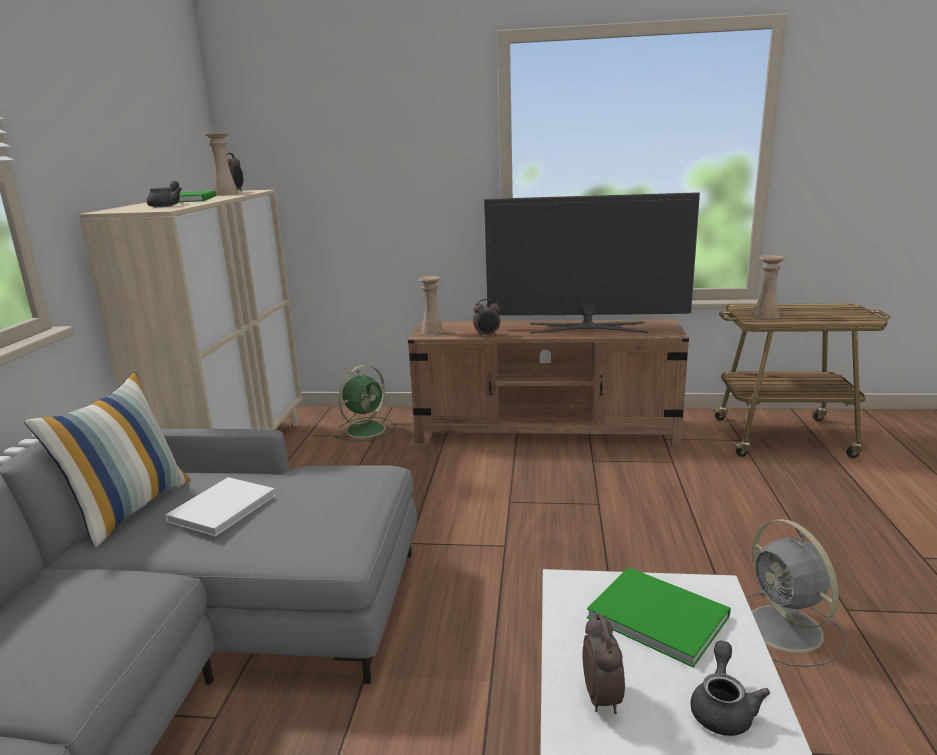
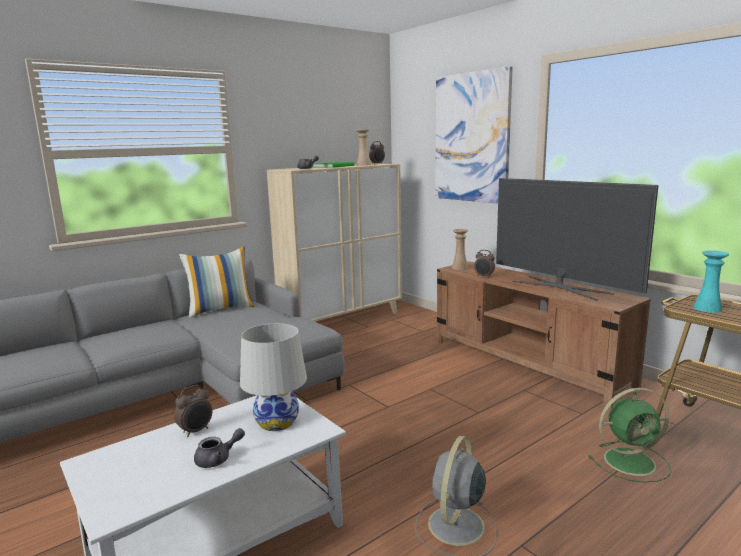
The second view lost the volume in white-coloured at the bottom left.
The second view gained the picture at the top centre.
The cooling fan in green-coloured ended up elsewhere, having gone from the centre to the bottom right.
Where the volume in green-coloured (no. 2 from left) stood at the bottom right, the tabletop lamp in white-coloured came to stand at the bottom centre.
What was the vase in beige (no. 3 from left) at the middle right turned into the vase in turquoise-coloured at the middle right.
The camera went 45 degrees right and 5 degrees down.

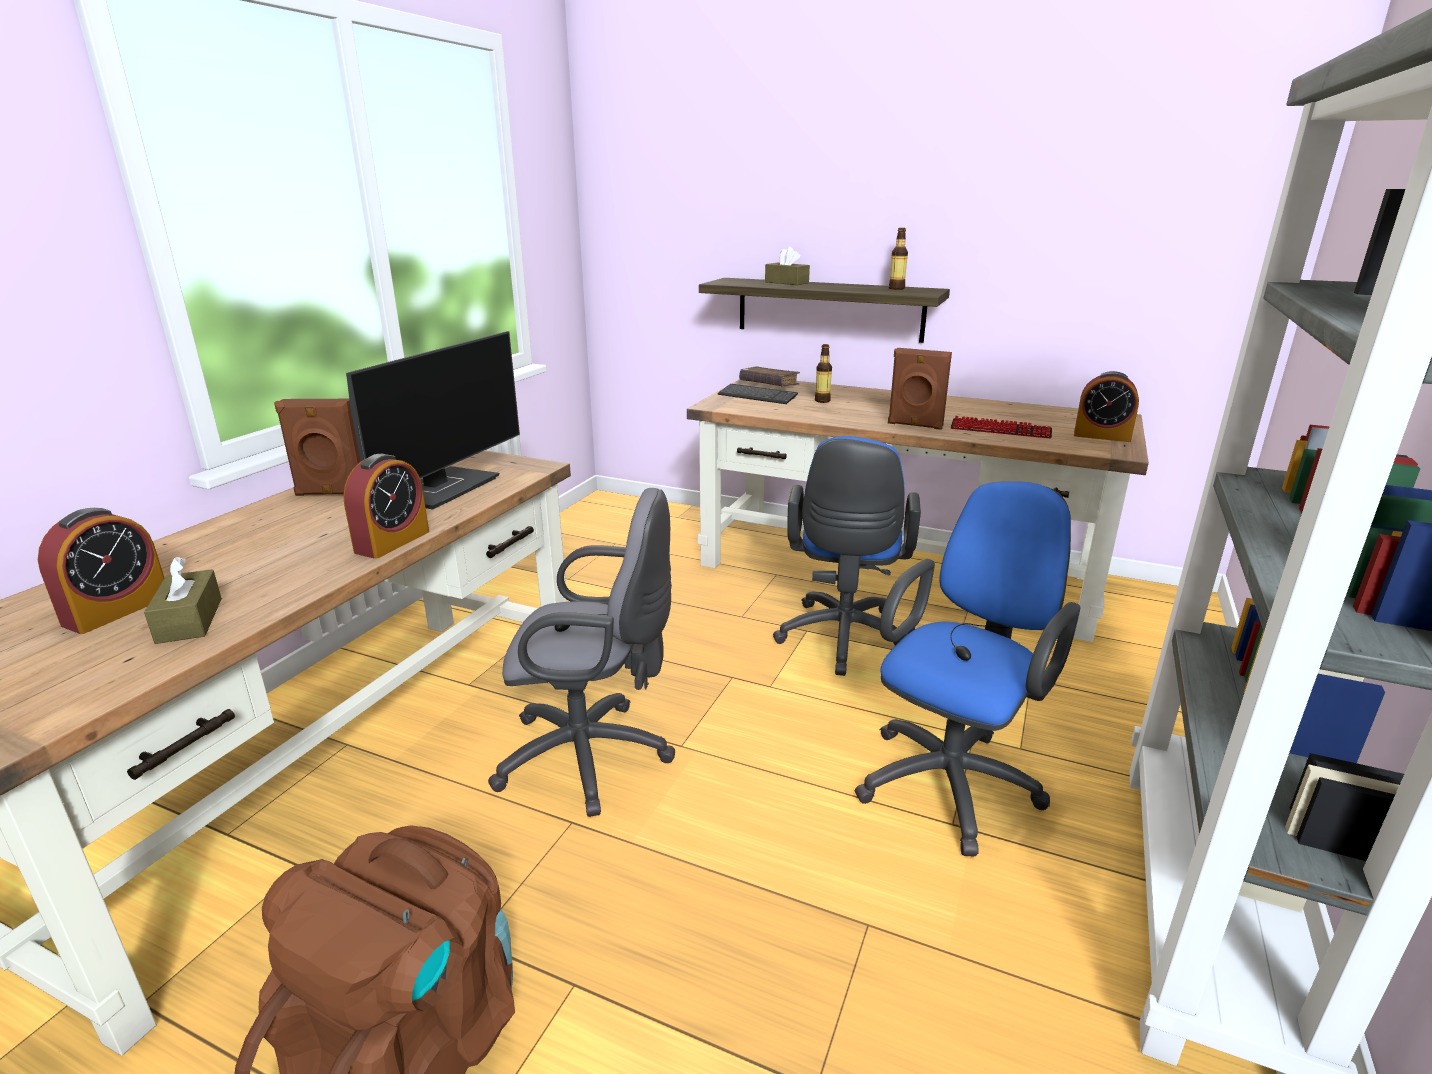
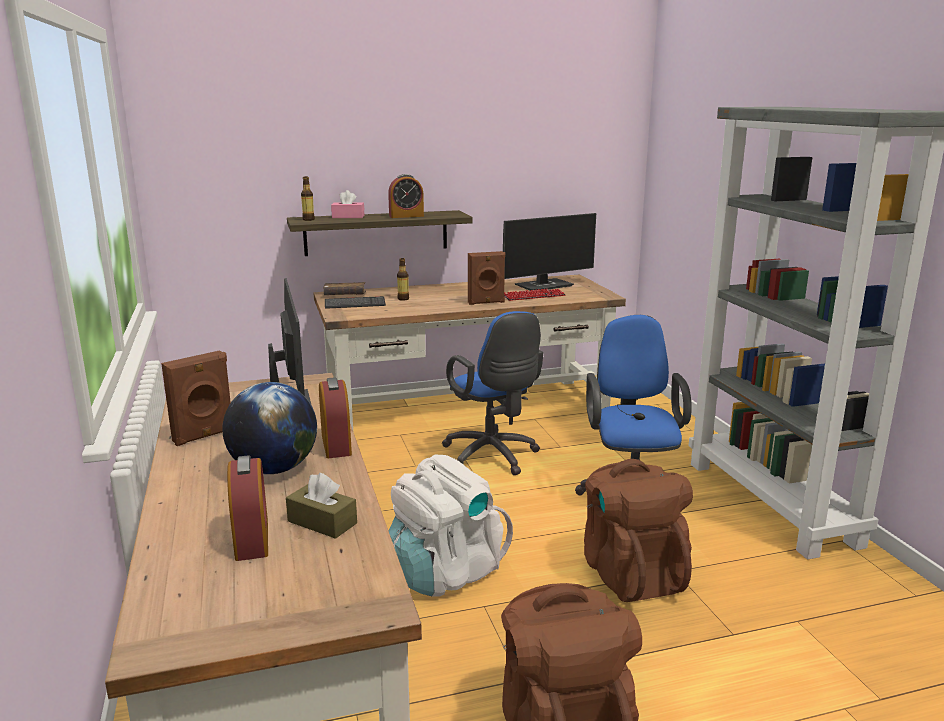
The second view gained the globe at the middle left.
The second view gained the monitor (no. 2 from left) at the centre.
The second view gained the backpack in brownish (no. 2 from left) at the bottom right.
The drink bottle (no. 2 from left in the first image) ended up elsewhere, having gone from the top centre to the top left.
The table clock (no. 3 from left) ended up elsewhere, having gone from the middle right to the top centre.
Where the desk chair in grey stood at the centre, the backpack in white-coloured came to stand at the bottom centre.
What was the tissue holder in brownish (no. 2 from left) at the top centre turned into the tissue holder in pink at the top centre.
The camera went 40 degrees left and 5 degrees down.

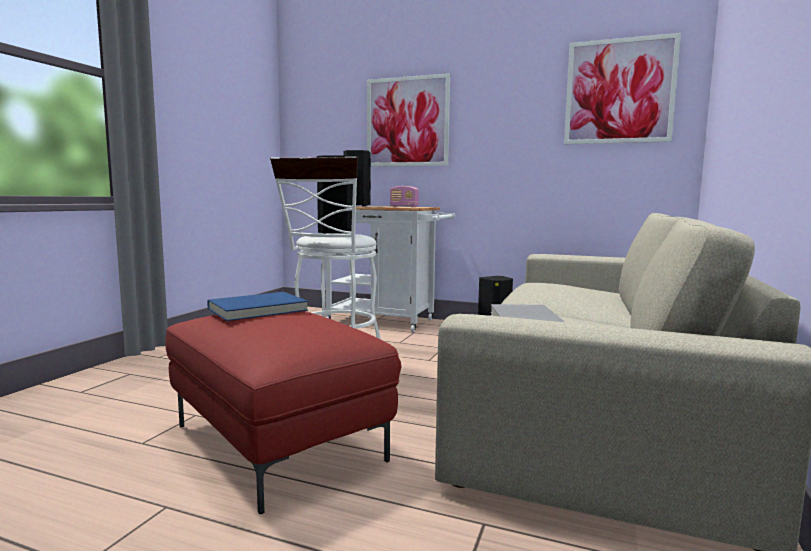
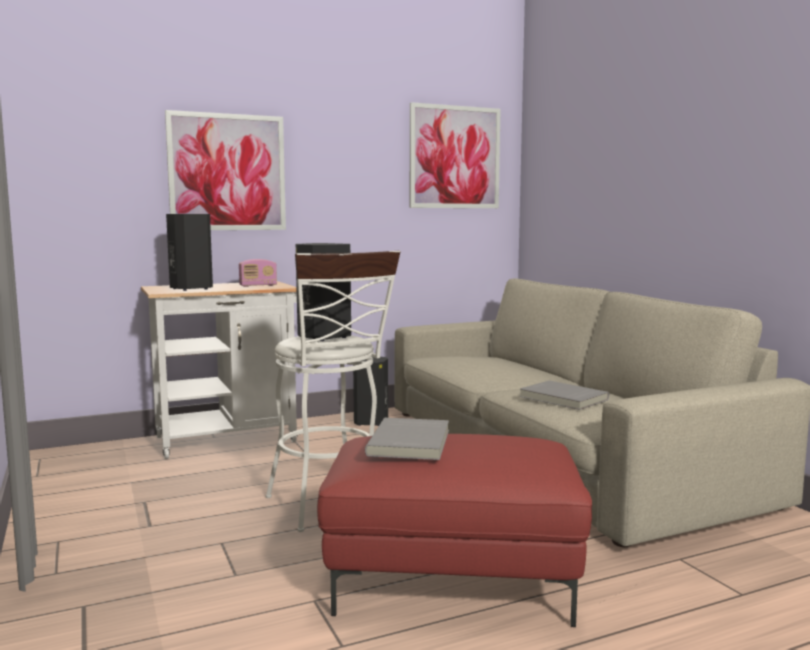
What was the volume in blue-coloured at the middle left turned into the volume in grey (no. 1 from left) at the bottom centre.
The camera went 45 degrees left and 0 degrees up.

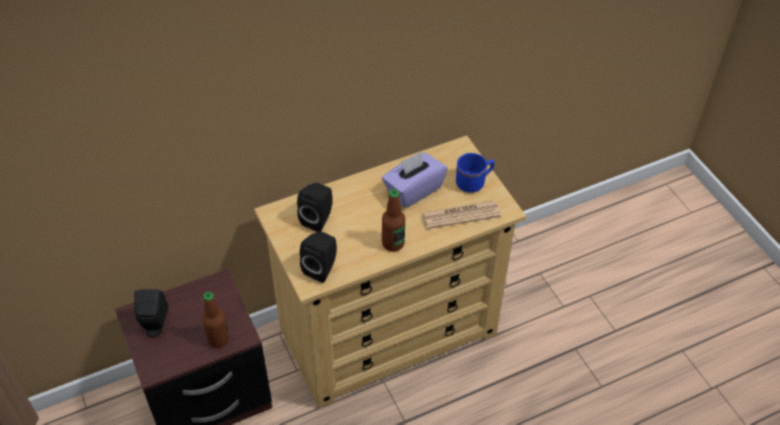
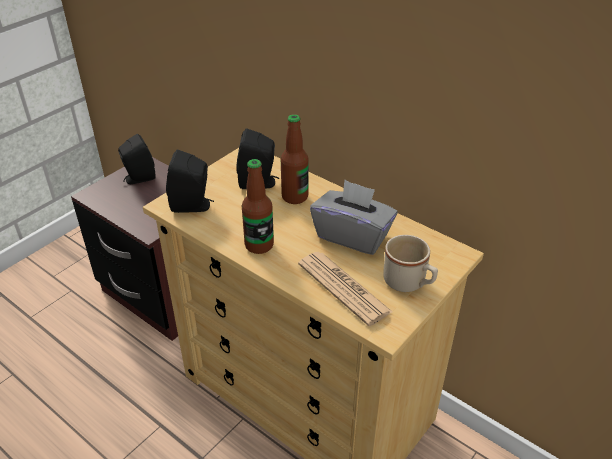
The drink bottle (no. 1 from left in the first image) ended up elsewhere, having gone from the bottom left to the centre.
What was the tissue holder in purple at the centre turned into the tissue holder in grey at the centre.
What was the mug in blue-coloured at the centre turned into the mug in beige at the middle right.
The camera went 65 degrees right and 10 degrees down.

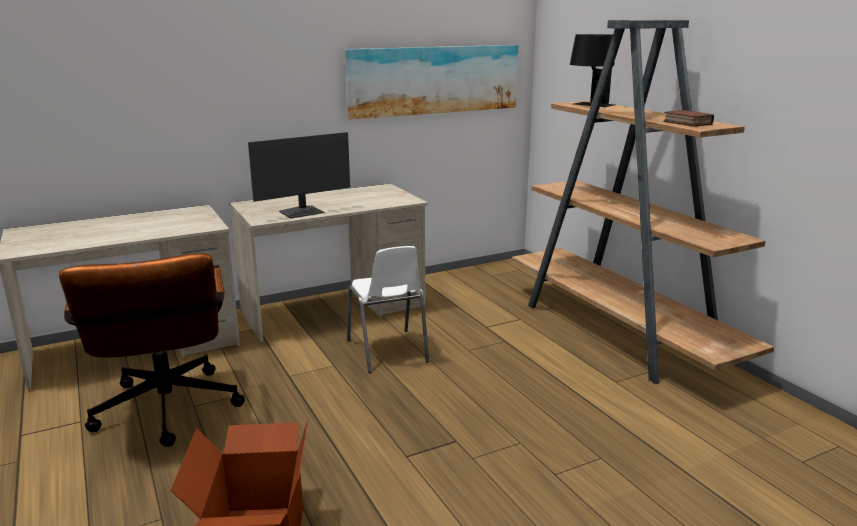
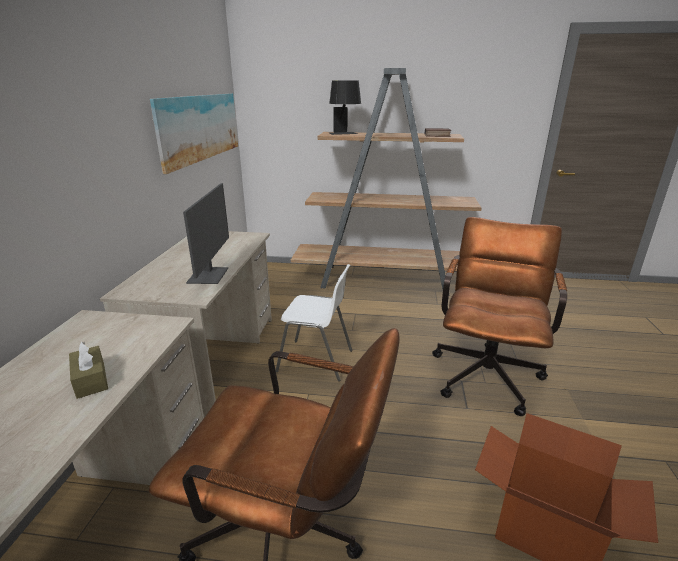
The second view gained the tissue holder in brownish at the middle left.
The second view gained the desk chair in brownish (no. 2 from left) at the middle right.
The camera went 55 degrees left and 5 degrees up.

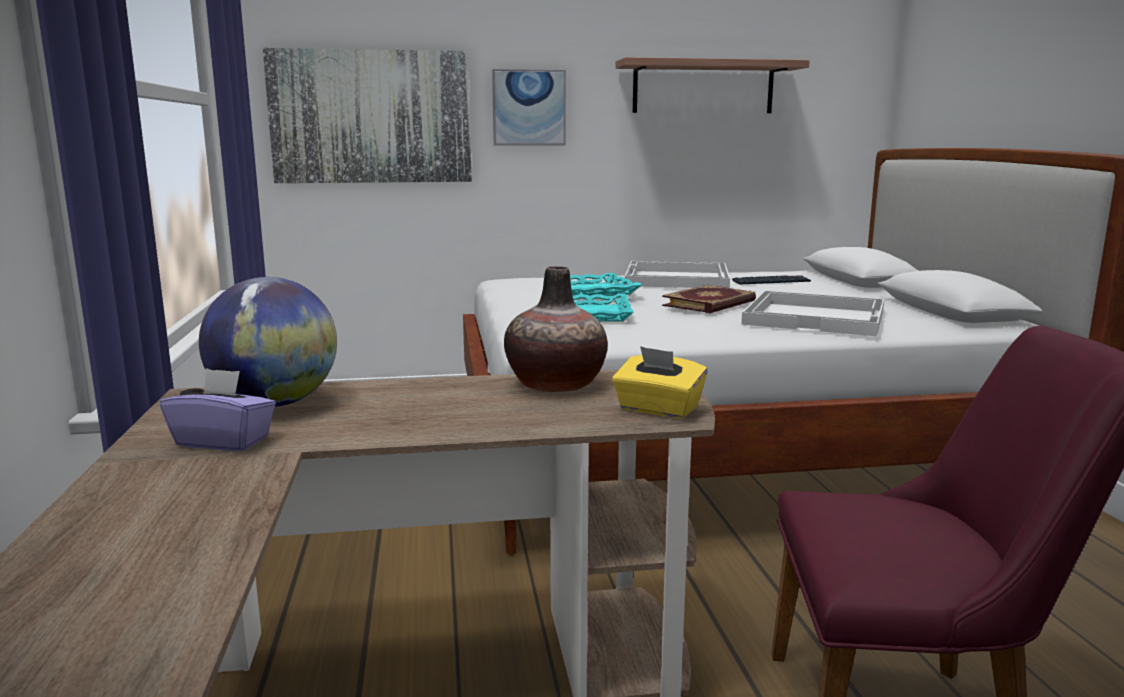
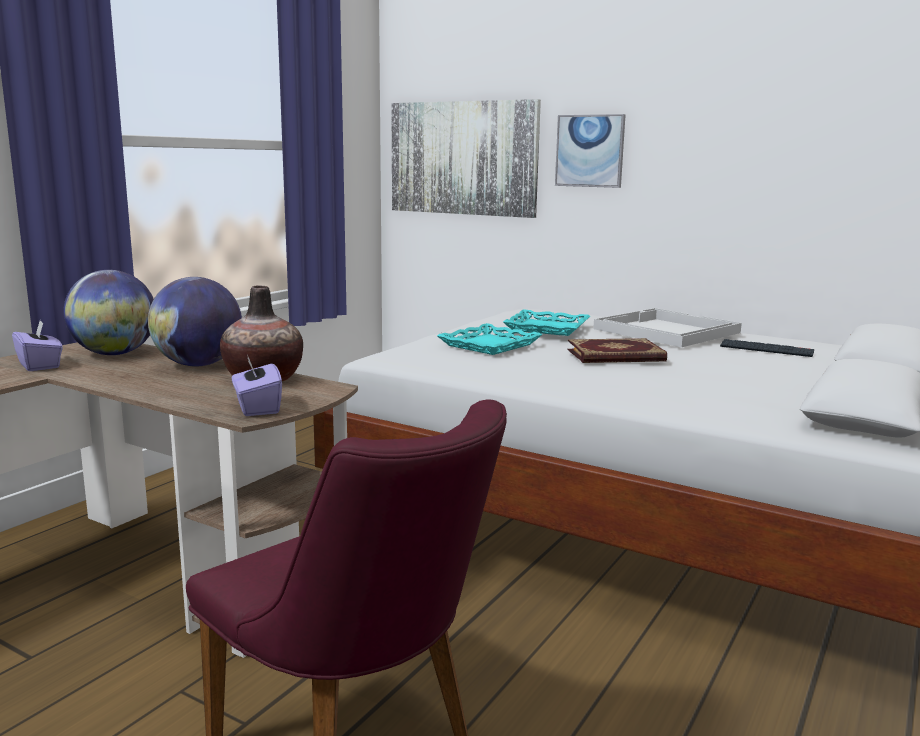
The second view lost the wall shelf at the top centre.
The second view lost the carrying tray in white-coloured (no. 2 from left) at the middle right.
The second view gained the globe (no. 2 from left) at the middle left.
What was the tissue holder in yellowish at the centre turned into the tissue holder in purple (no. 2 from left) at the middle left.
The camera went 40 degrees right and 0 degrees up.

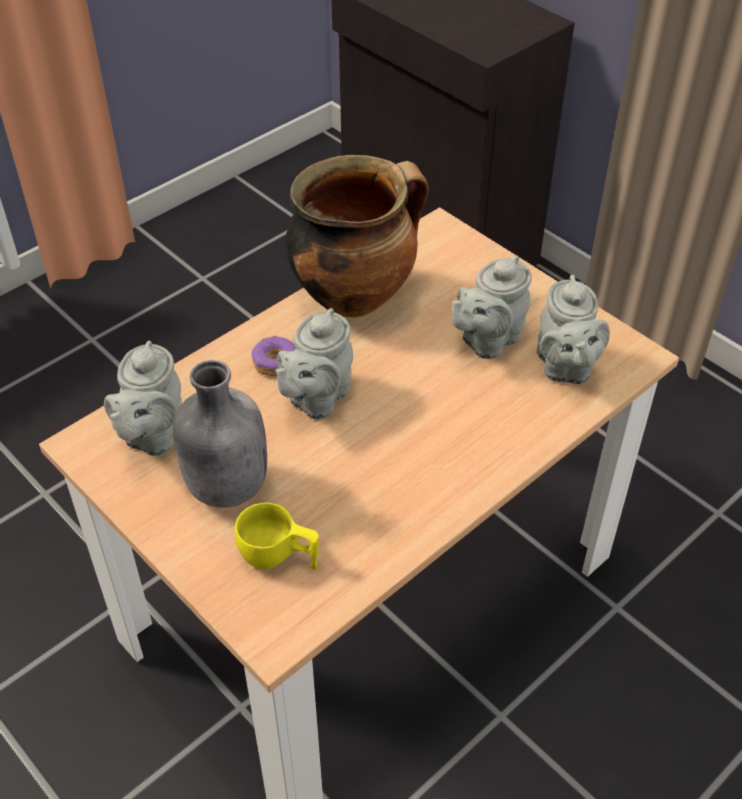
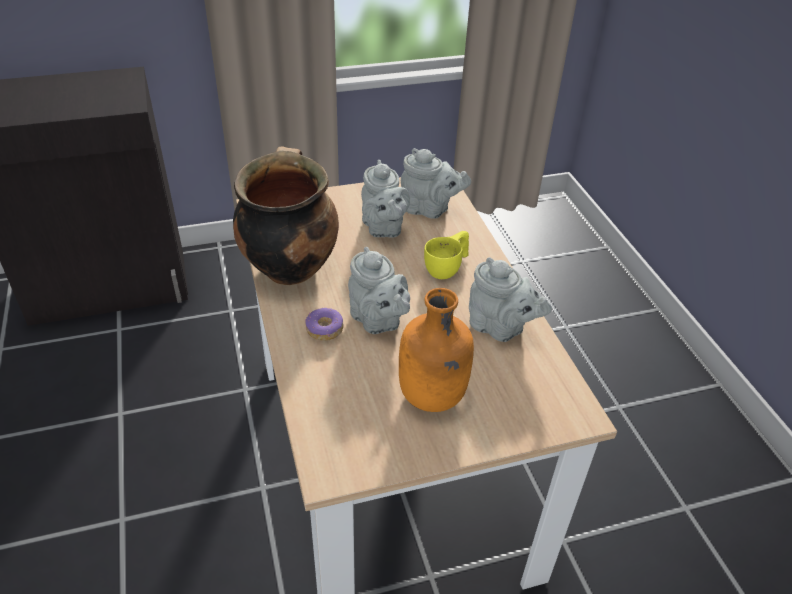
The pot for tea in grey (no. 1 from left in the first image) ended up elsewhere, having gone from the middle left to the centre.
The cup in yellowish ended up elsewhere, having gone from the bottom centre to the centre.
What was the drink bottle in grey at the middle left turned into the drink bottle in orange at the centre.
The camera went 65 degrees left and 5 degrees down.

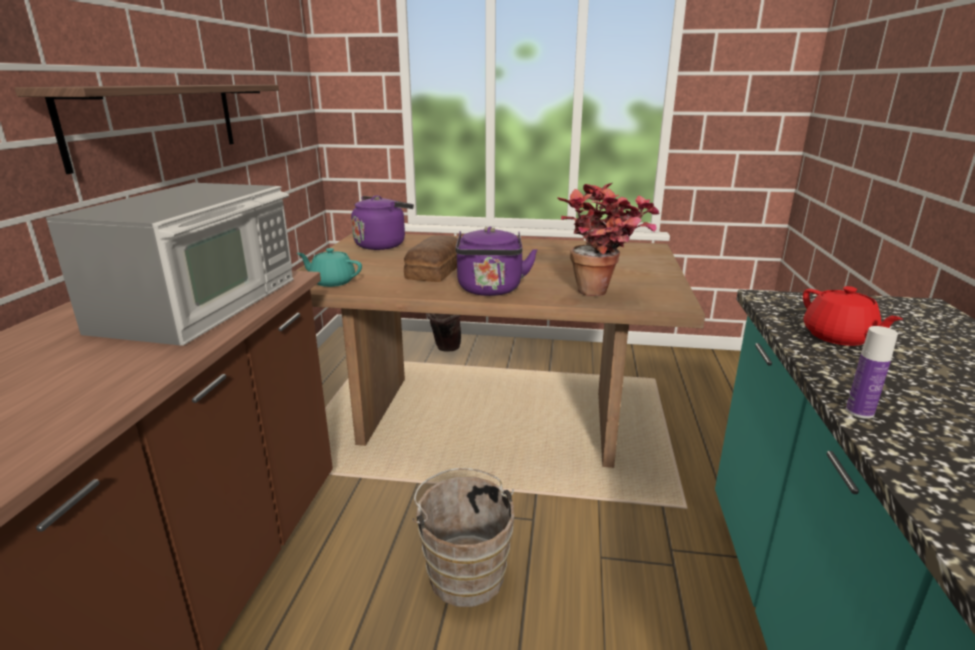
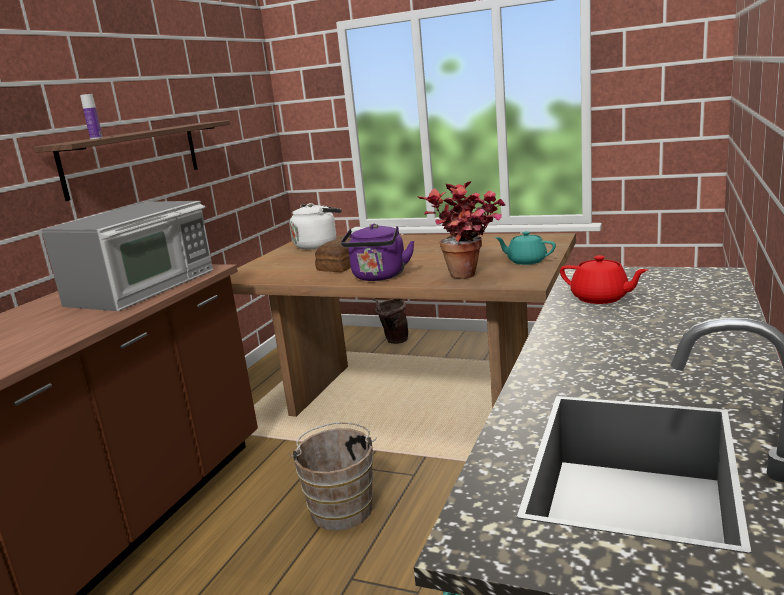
The pot for tea in turquoise-coloured ended up elsewhere, having gone from the centre to the middle right.
The drink bottle ended up elsewhere, having gone from the middle right to the top left.
What was the kettle in purple (no. 1 from left) at the centre turned into the kettle in white-coloured at the centre.
The pot for tea in red-coloured at the middle right ended up facing another way, 45 degrees counterclockwise from before.
The camera went 15 degrees right and 5 degrees down.

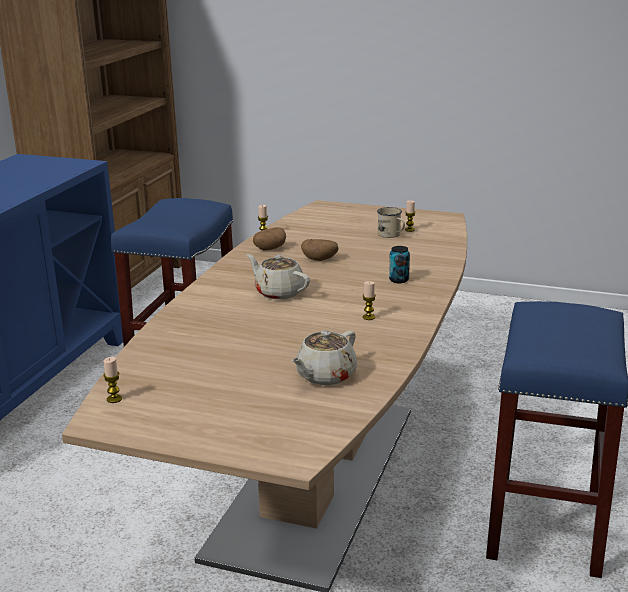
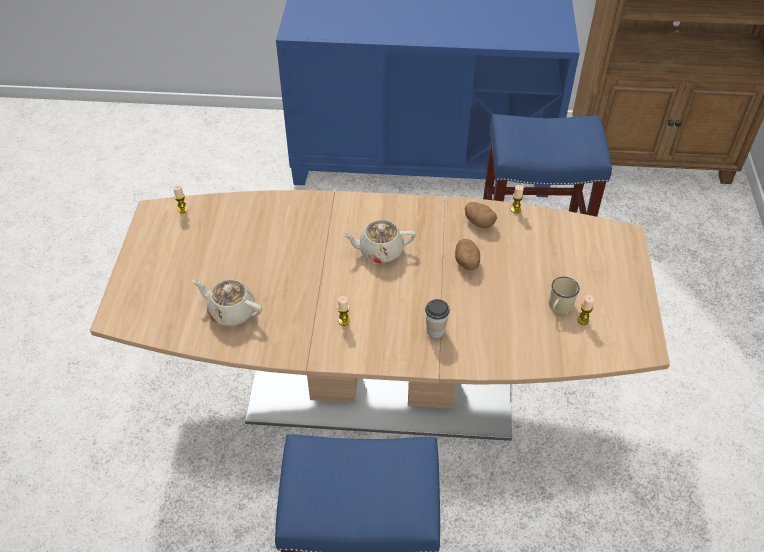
Where the sealed can stood at the centre, the cup came to stand at the centre.
The pot for tea in beige (no. 1 from left in the first image) at the centre ended up facing another way, 120 degrees counterclockwise from before.
The camera went 75 degrees right and 25 degrees up.

